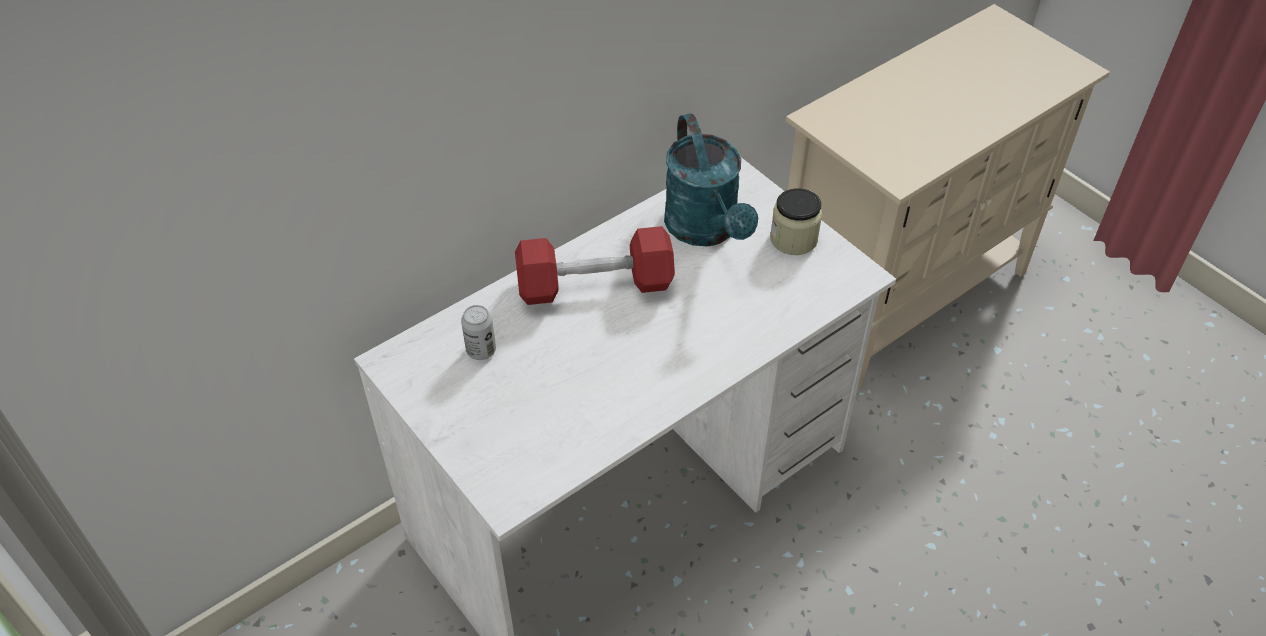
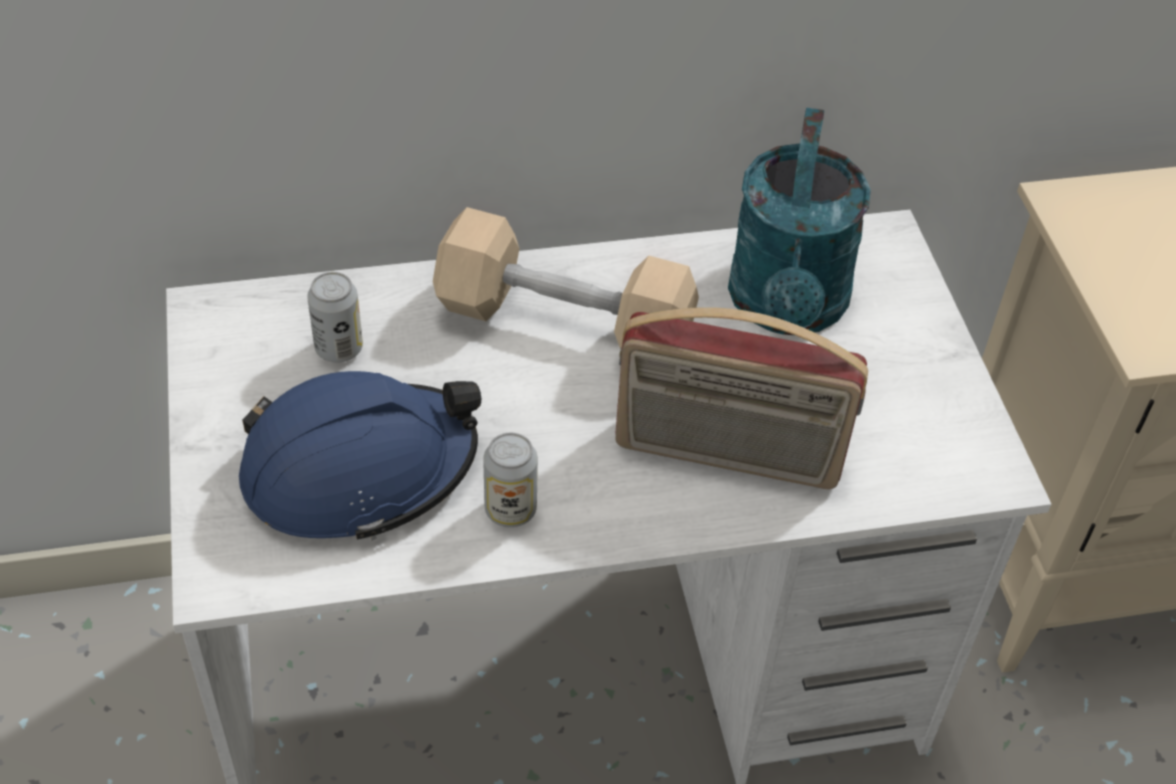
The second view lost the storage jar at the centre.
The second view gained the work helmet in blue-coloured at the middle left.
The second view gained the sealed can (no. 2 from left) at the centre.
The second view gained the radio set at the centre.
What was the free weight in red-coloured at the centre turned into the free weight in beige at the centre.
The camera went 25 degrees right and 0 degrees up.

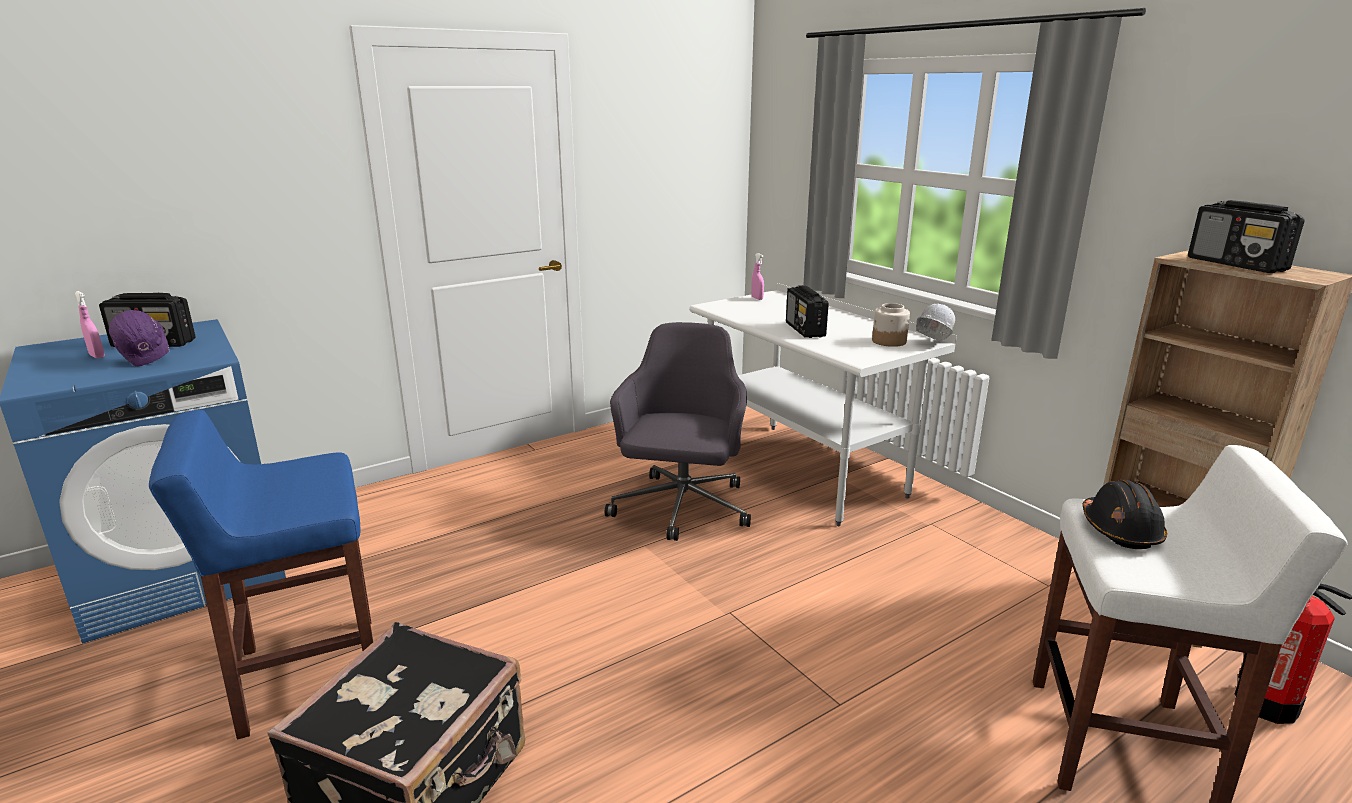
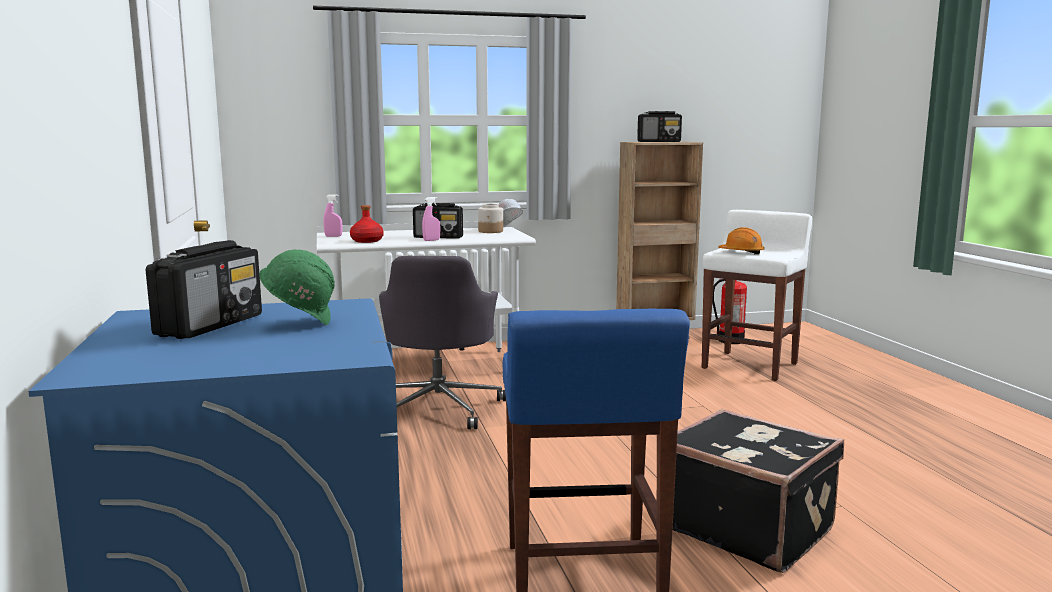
The second view gained the drink bottle in red-coloured at the centre.
The sprayer in pink (no. 1 from left in the first image) ended up elsewhere, having gone from the middle left to the centre.
What was the work helmet in purple at the middle left turned into the work helmet in green-coloured at the middle left.
What was the work helmet in blackish at the middle right turned into the work helmet in orange at the middle right.
The desk chair in grey at the centre ended up facing another way, 120 degrees counterclockwise from before.
The camera went 70 degrees left and 10 degrees down.

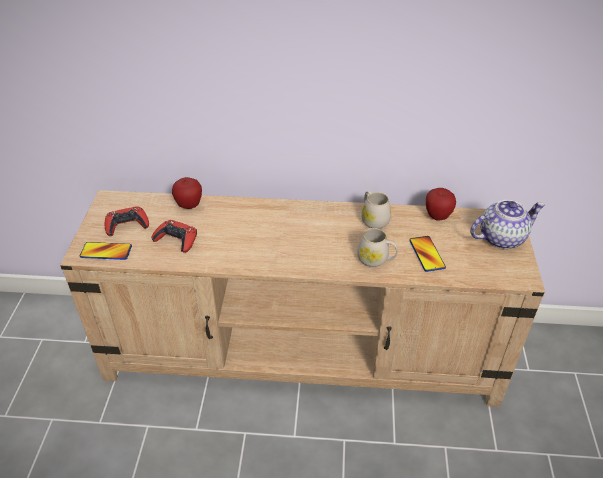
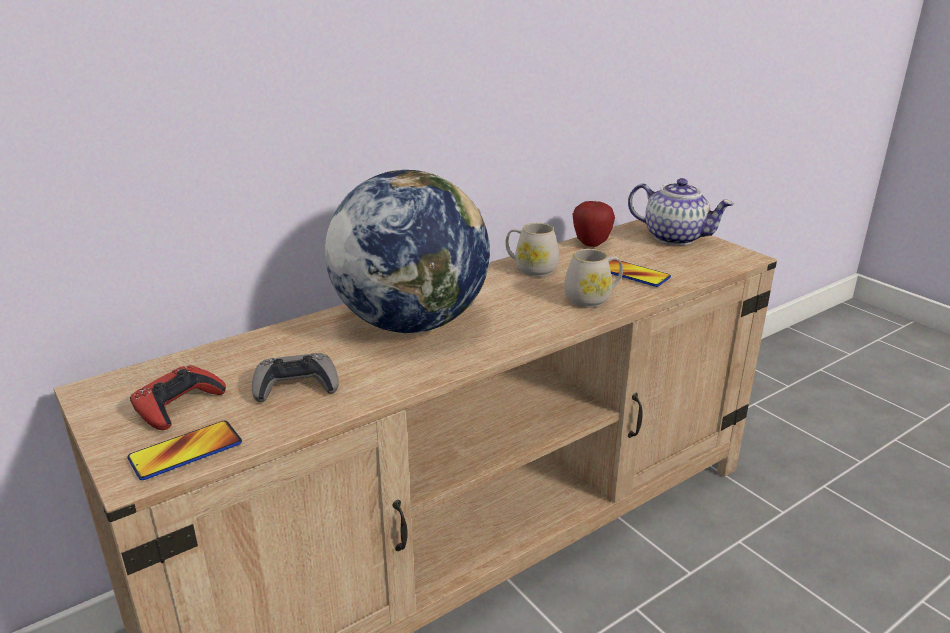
The second view lost the whole apple (no. 1 from left) at the middle left.
The second view gained the globe at the centre.
What was the game controller in red-coloured (no. 2 from left) at the middle left turned into the game controller in grey at the middle left.
The pot for tea at the middle right ended up facing another way, 90 degrees clockwise from before.
The camera went 40 degrees left and 15 degrees down.

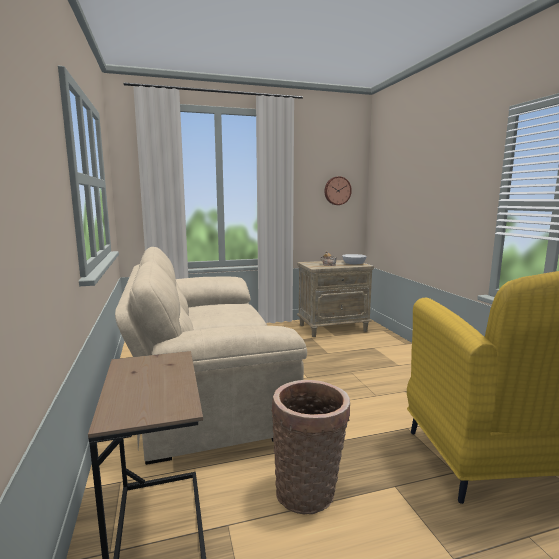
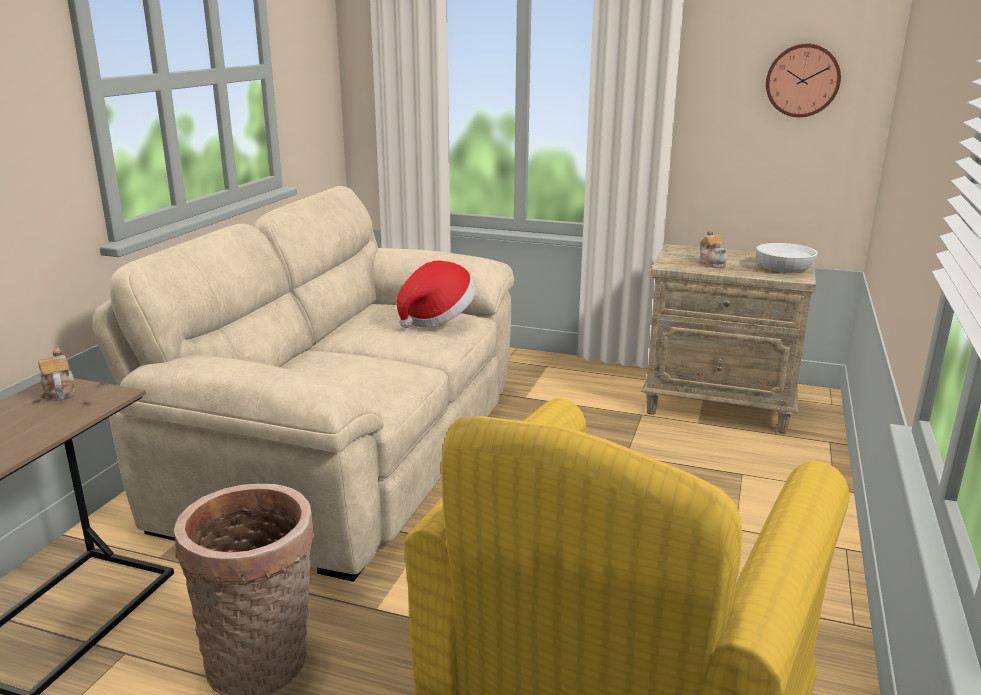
The second view gained the pot for tea (no. 1 from left) at the middle left.
The second view gained the clothing hat at the centre.
The camera went 35 degrees right and 10 degrees up.

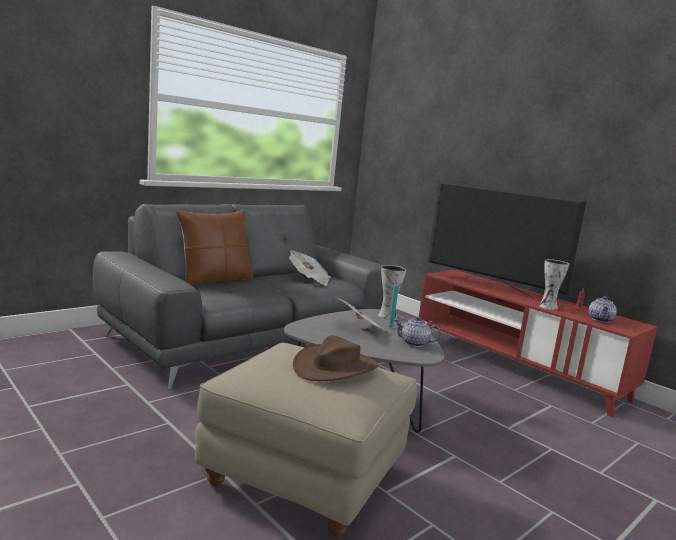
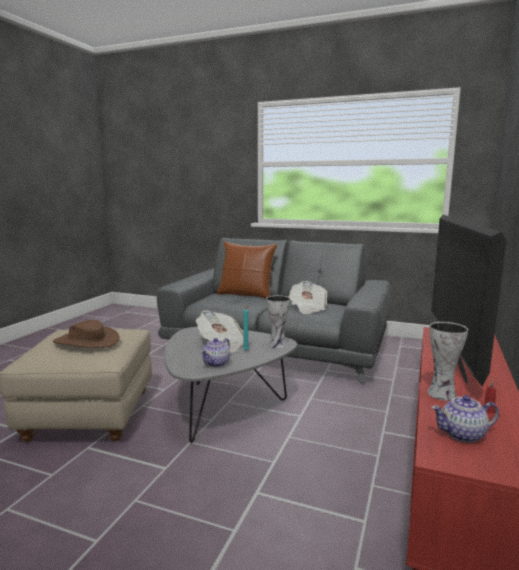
The pot for tea (no. 1 from left) at the centre ended up facing another way, 135 degrees counterclockwise from before.
The camera went 65 degrees right and 0 degrees up.

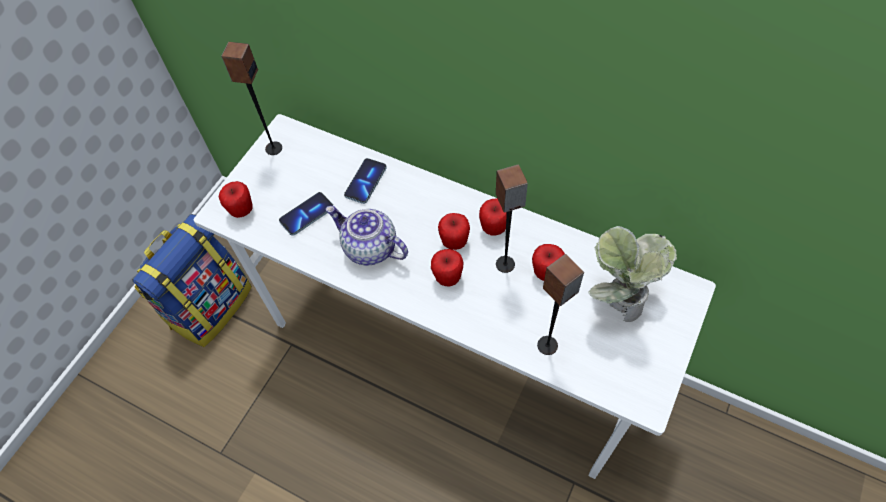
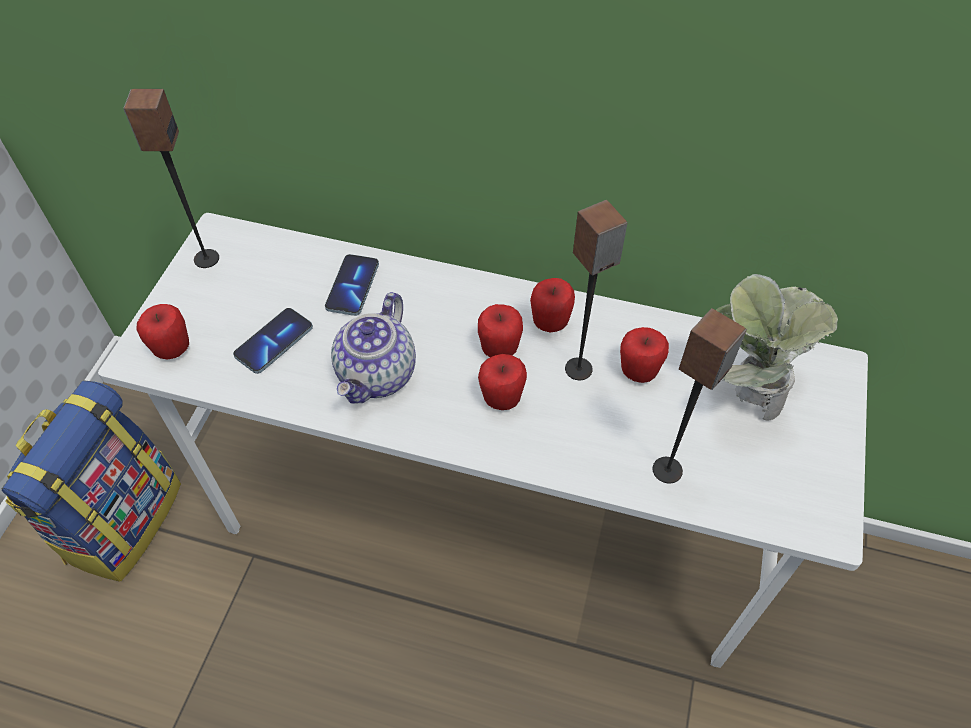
The pot for tea at the centre ended up facing another way, 90 degrees counterclockwise from before.
The camera went 15 degrees left and 5 degrees down.

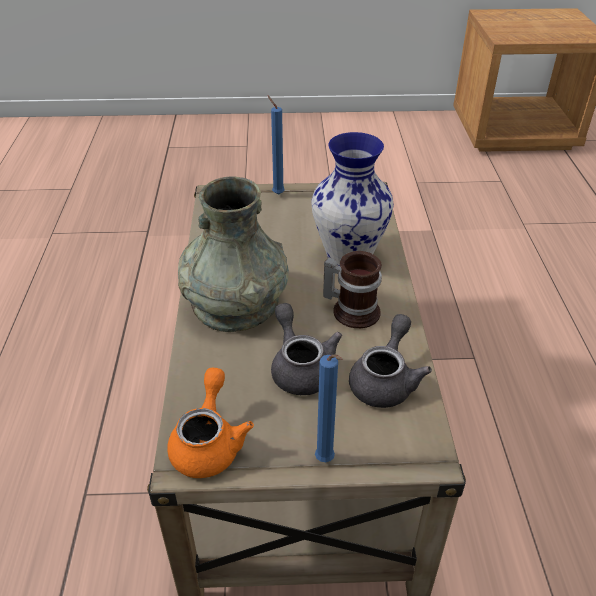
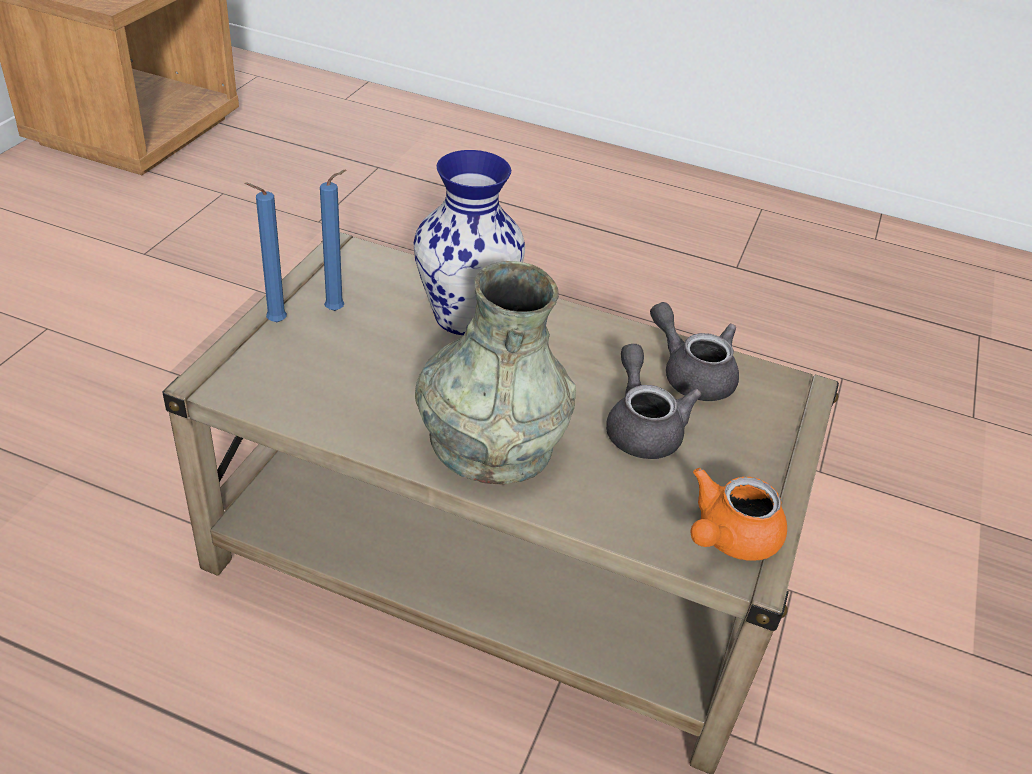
The second view lost the mug at the centre.
The candle in blue-coloured (no. 2 from left) ended up elsewhere, having gone from the bottom centre to the top left.
The pot for tea in orange at the bottom centre ended up facing another way, 75 degrees counterclockwise from before.
The pot for tea in grey (no. 1 from left) at the centre ended up facing another way, 75 degrees clockwise from before.
The camera went 70 degrees left and 0 degrees up.

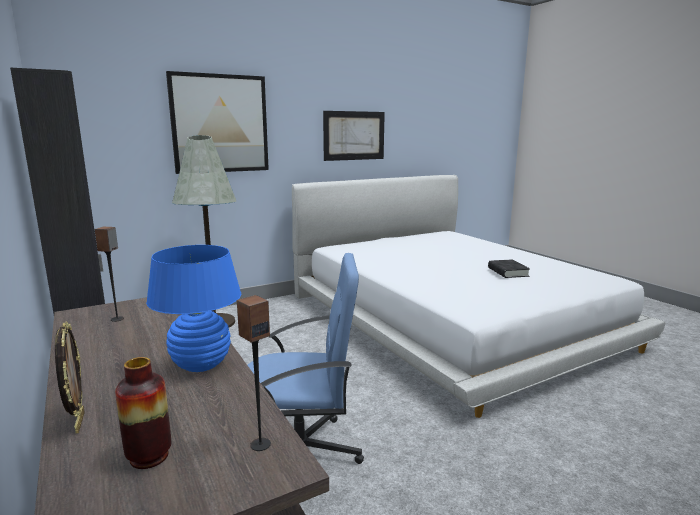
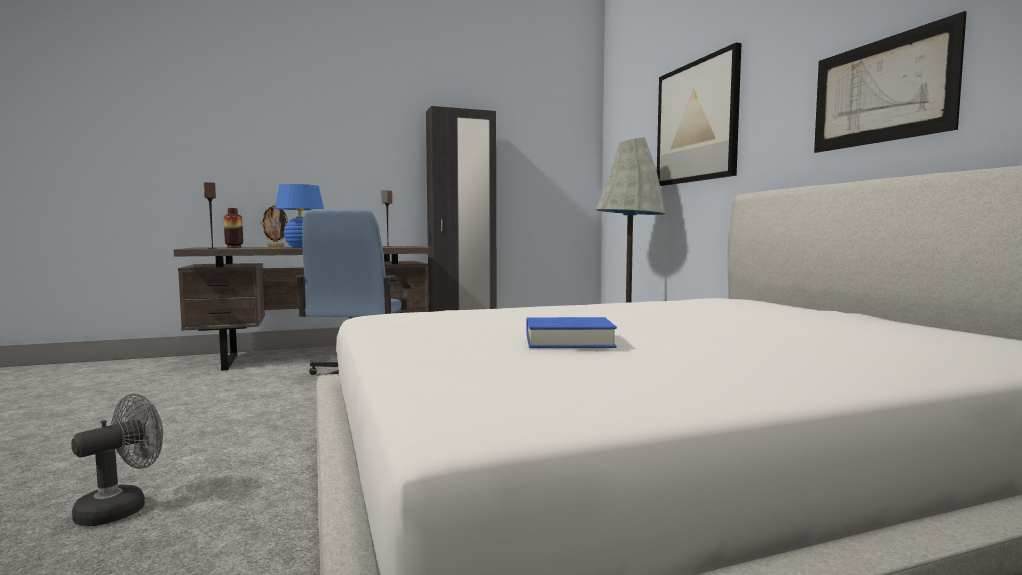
The second view gained the cooling fan in grey at the bottom left.
What was the volume in blackish at the middle right turned into the volume in blue-coloured at the centre.
The camera went 100 degrees right and 10 degrees down.

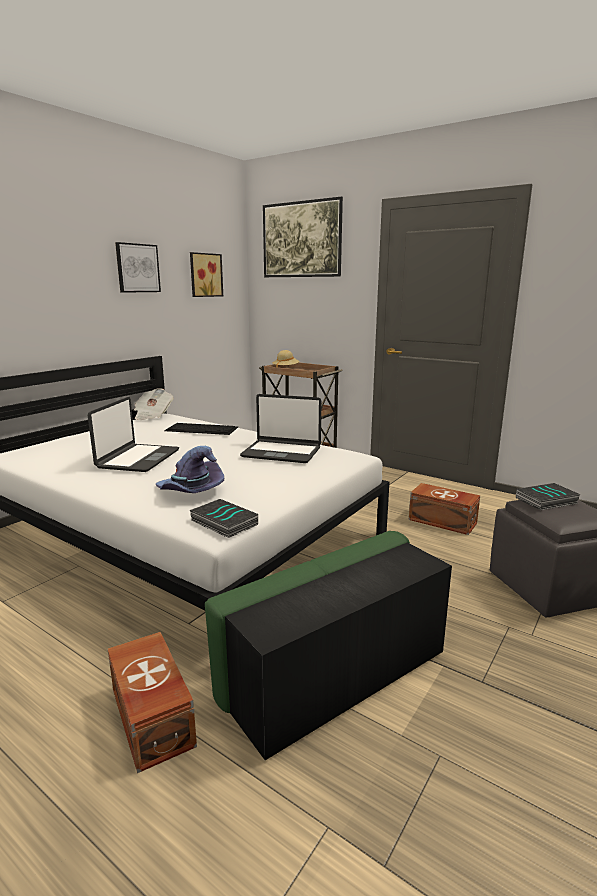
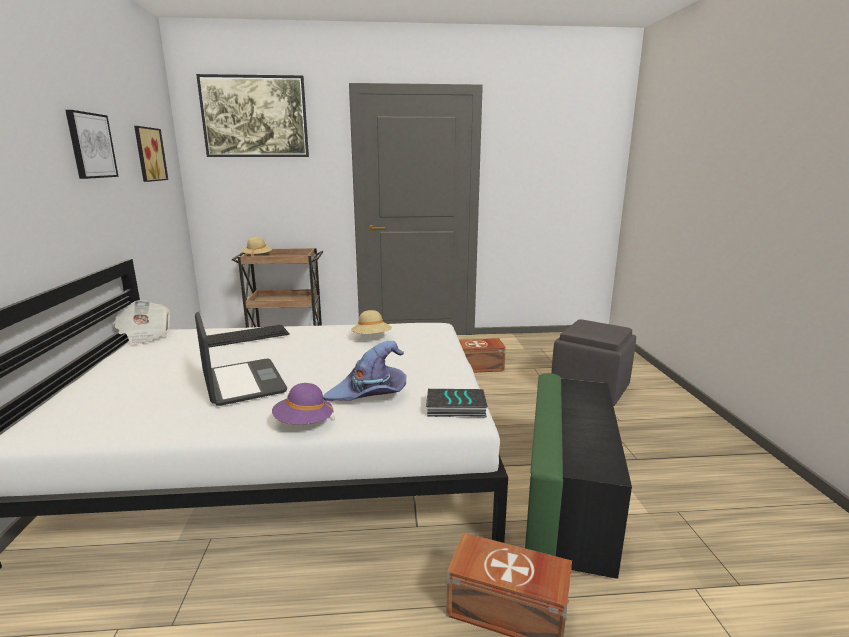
The second view lost the volume (no. 2 from left) at the middle right.
The second view gained the clothing hat in purple (no. 1 from left) at the centre.
Where the portable computer (no. 2 from left) stood at the centre, the clothing hat in beige (no. 2 from left) came to stand at the centre.
The camera went 40 degrees left and 0 degrees up.

